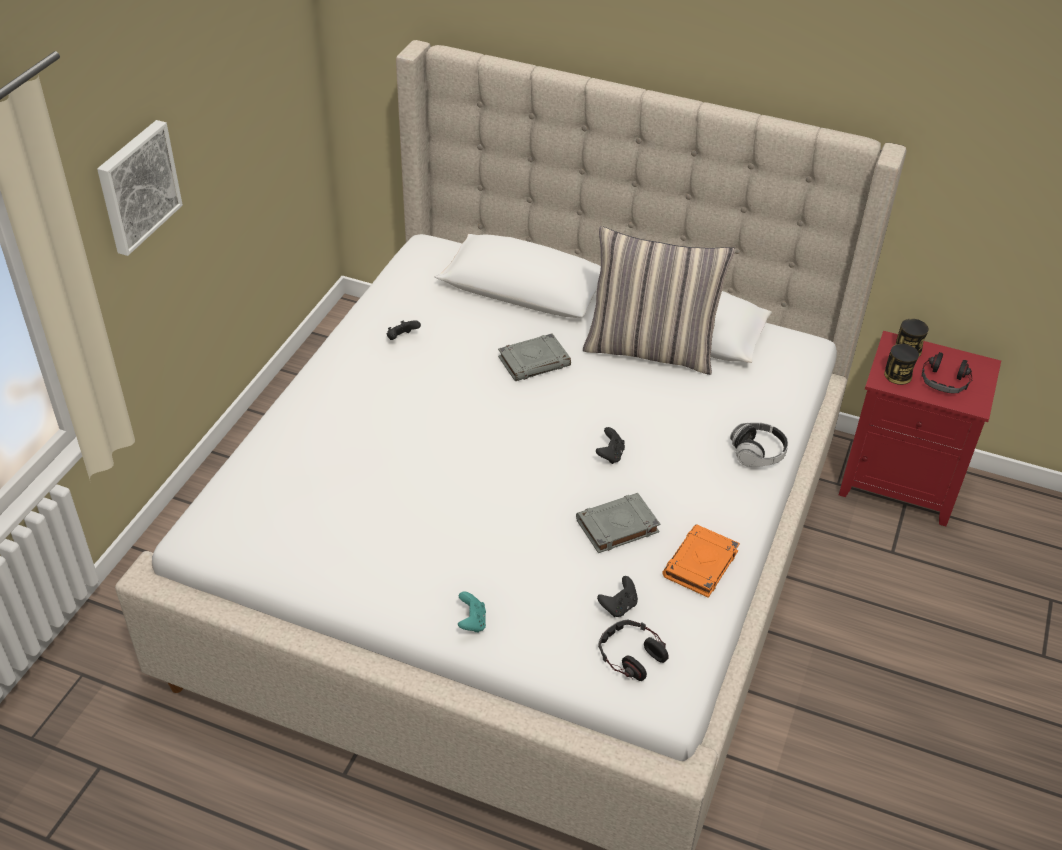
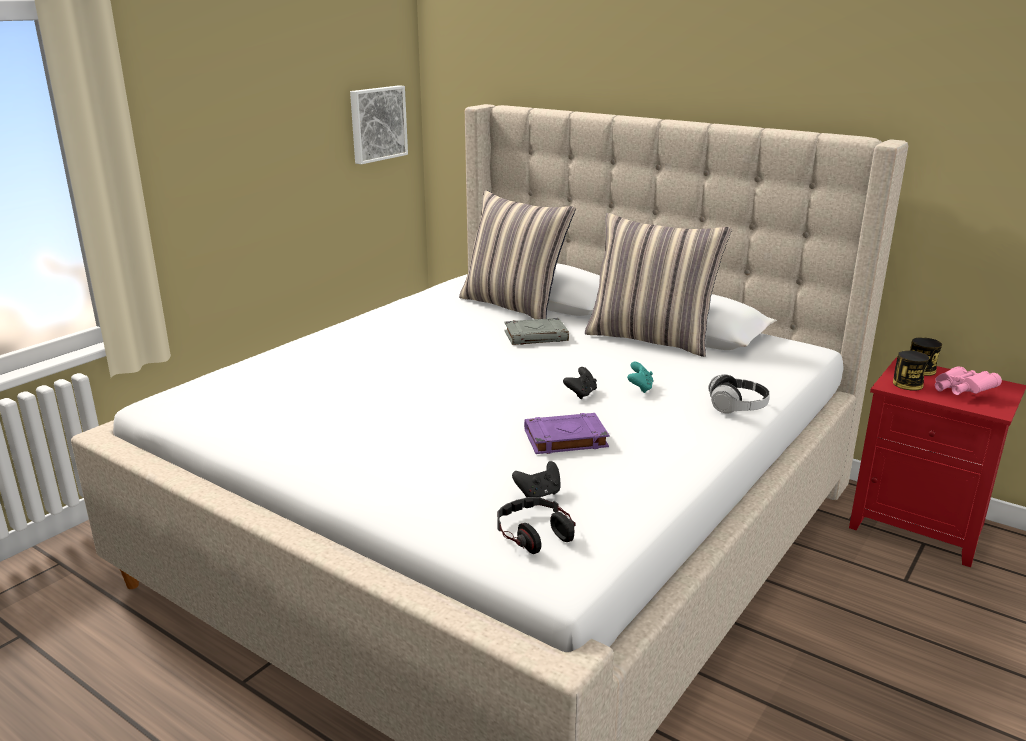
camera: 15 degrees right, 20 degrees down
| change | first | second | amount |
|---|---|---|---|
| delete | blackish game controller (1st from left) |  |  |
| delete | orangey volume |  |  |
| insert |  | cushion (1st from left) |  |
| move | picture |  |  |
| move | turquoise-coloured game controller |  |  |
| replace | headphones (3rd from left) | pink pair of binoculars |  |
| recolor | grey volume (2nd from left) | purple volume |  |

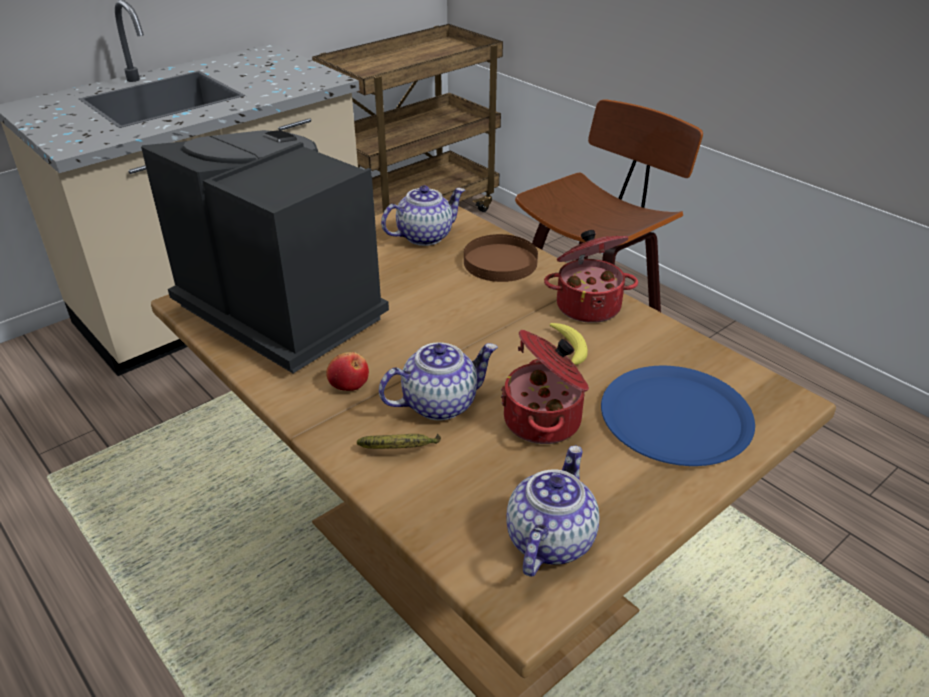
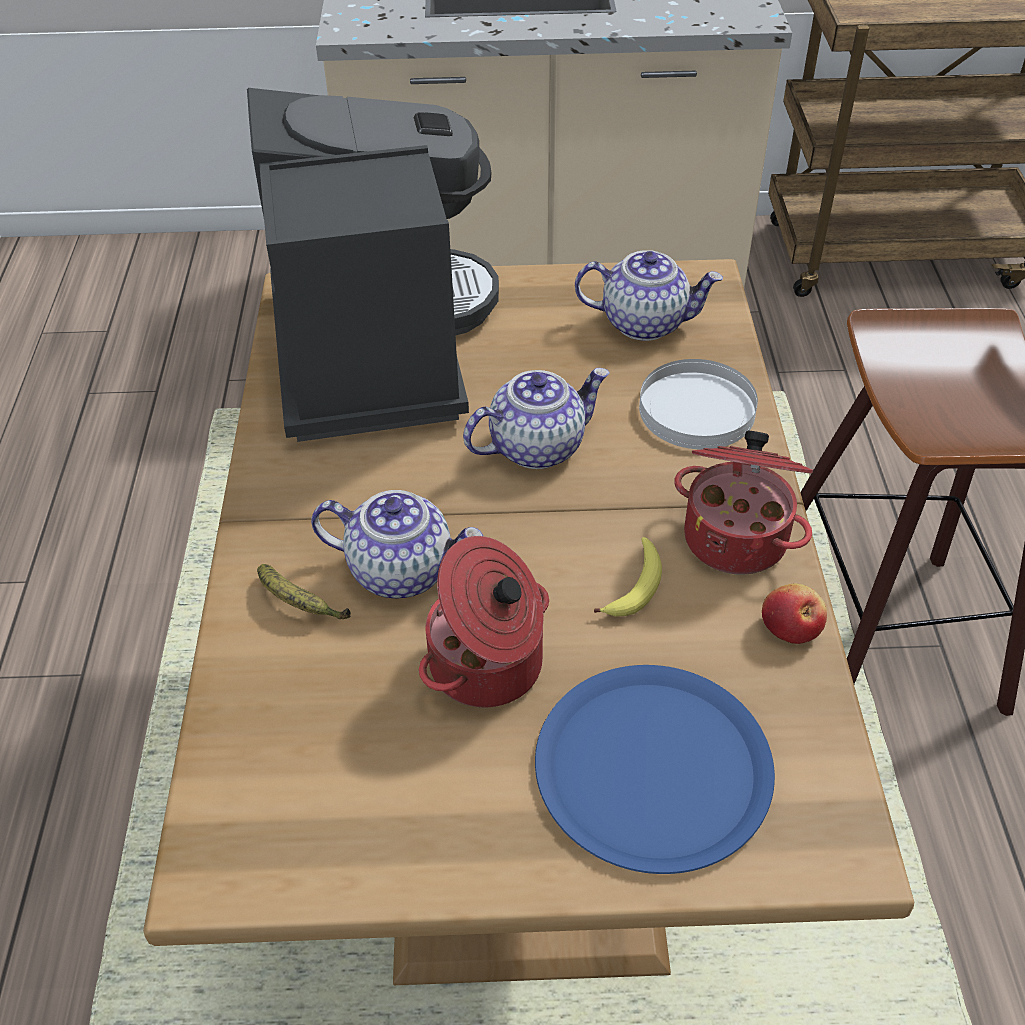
camera: 40 degrees right, 10 degrees up
| change | first | second | amount |
|---|---|---|---|
| move | apple fruit |  |  |
| move | teapot (3rd from left in the first image) | teapot (2nd from left) |  |
| recolor | brown dinner plate | whitish dinner plate |  |

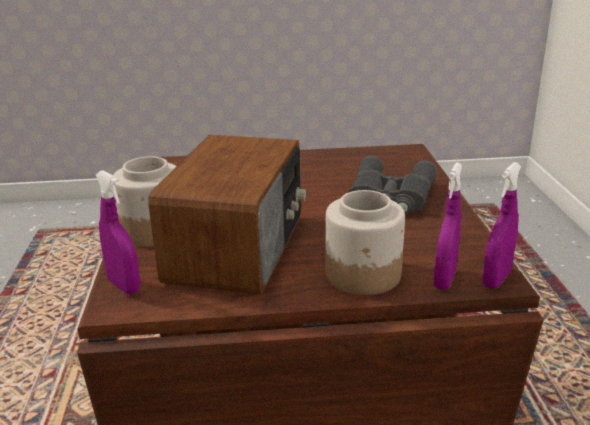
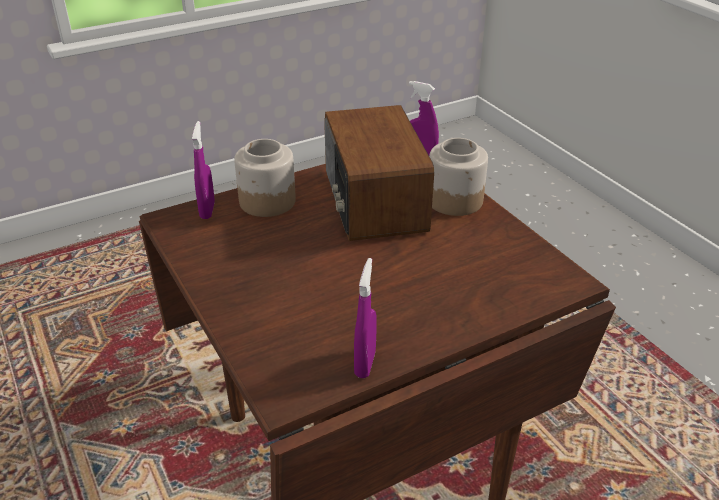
camera: 155 degrees right, 10 degrees up
| change | first | second | amount |
|---|---|---|---|
| delete | grey pair of binoculars |  |  |
| move | purple spray bottle (3rd from left in the first image) | purple spray bottle (2nd from left) |  |

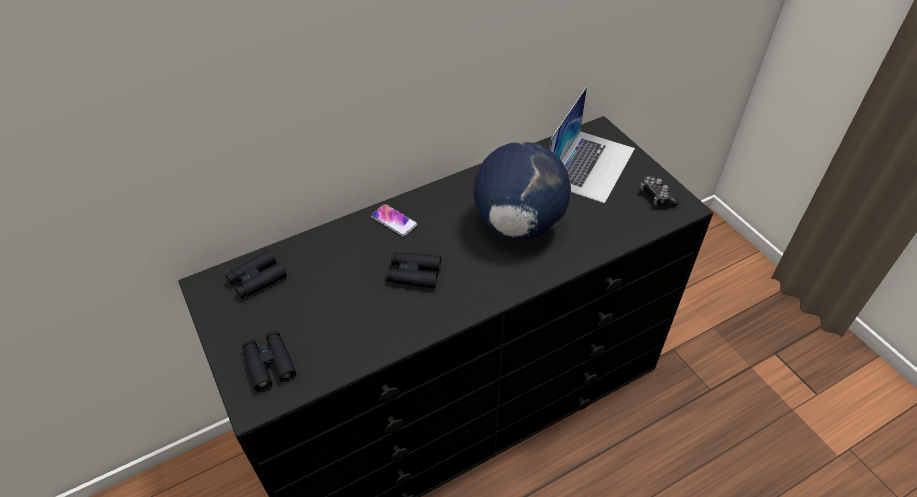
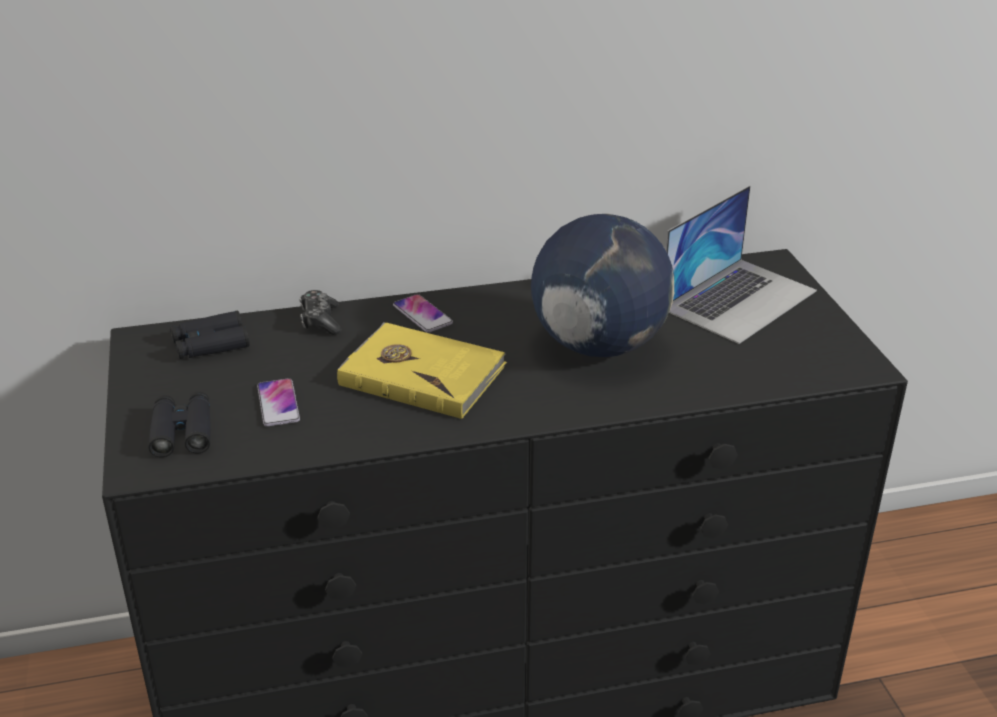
camera: 15 degrees right, 15 degrees down
| change | first | second | amount |
|---|---|---|---|
| insert |  | handset (1st from left) |  |
| move | game controller |  |  |
| replace | blackish pair of binoculars (3rd from left) | yellow volume |  |

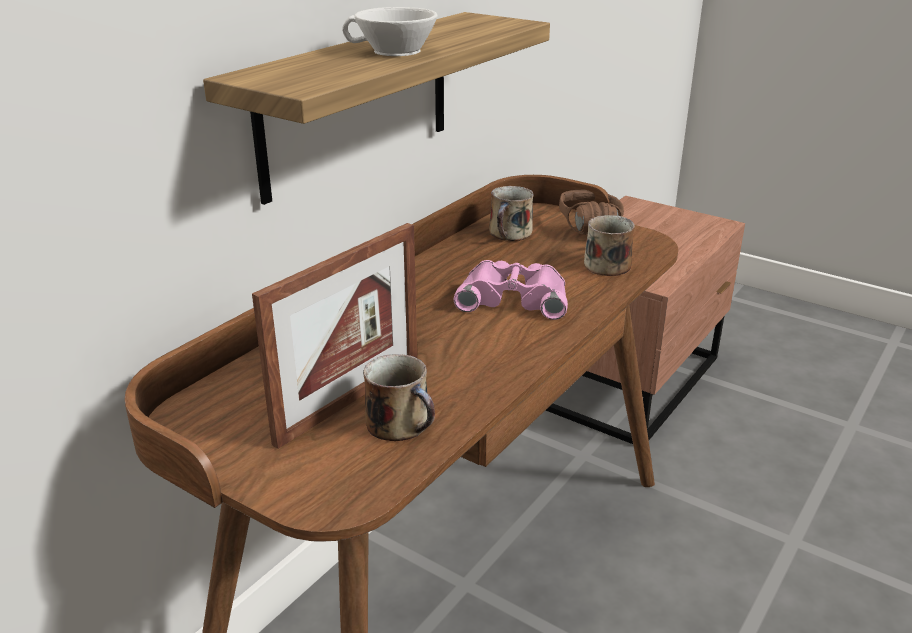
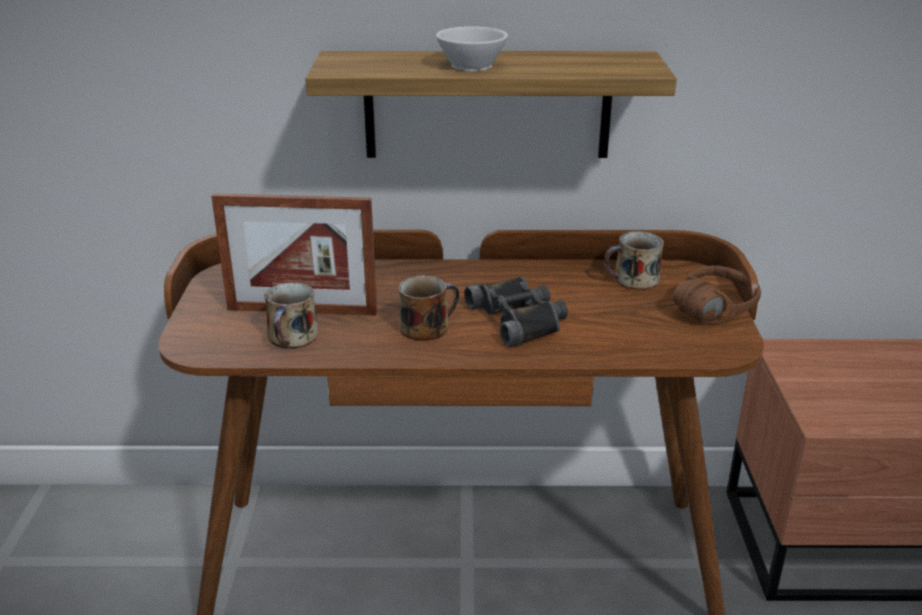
camera: 55 degrees right, 0 degrees up
| change | first | second | amount |
|---|---|---|---|
| move | coffee mug (3rd from left in the first image) | coffee mug (2nd from left) |  |
| recolor | pink pair of binoculars | blackish pair of binoculars |  |

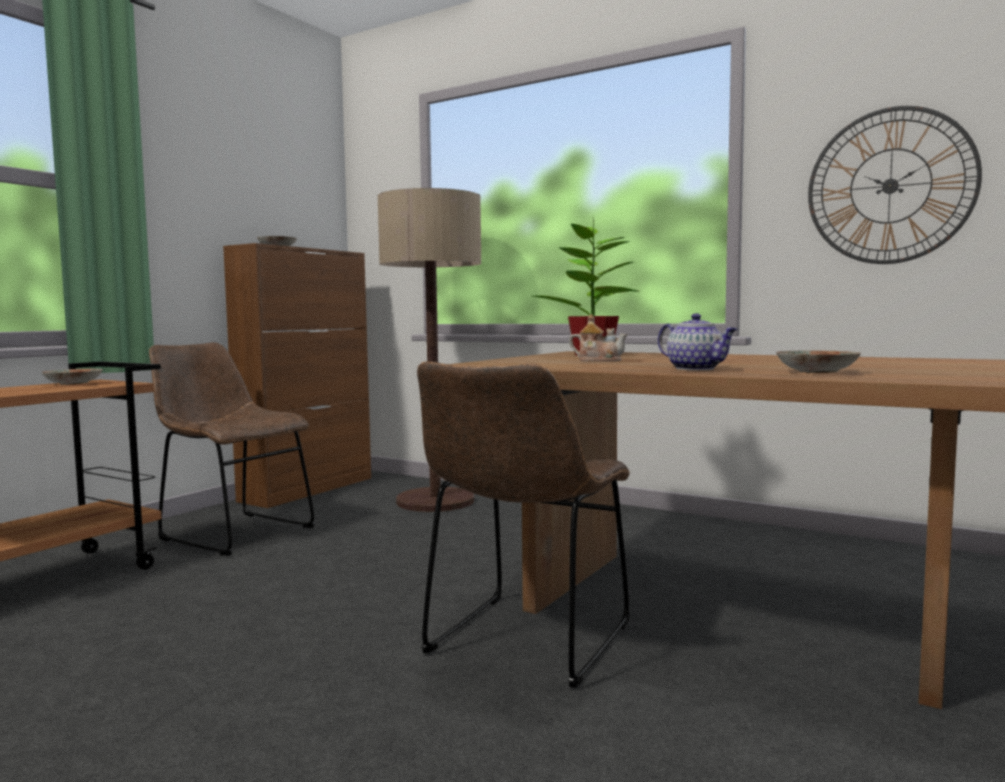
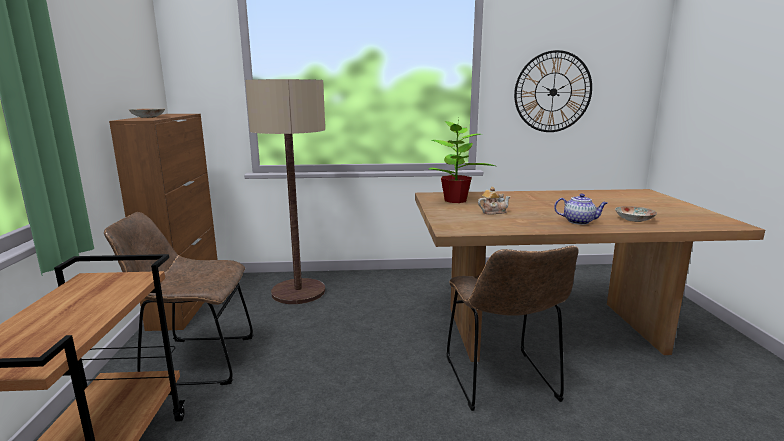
camera: 35 degrees left, 10 degrees up
| change | first | second | amount |
|---|---|---|---|
| delete | dinner plate (1st from left) |  |  |

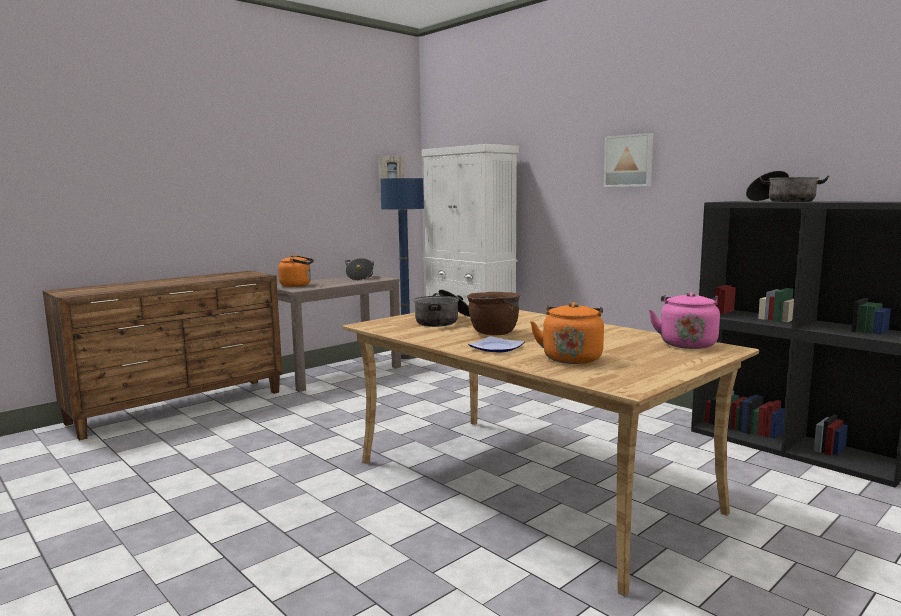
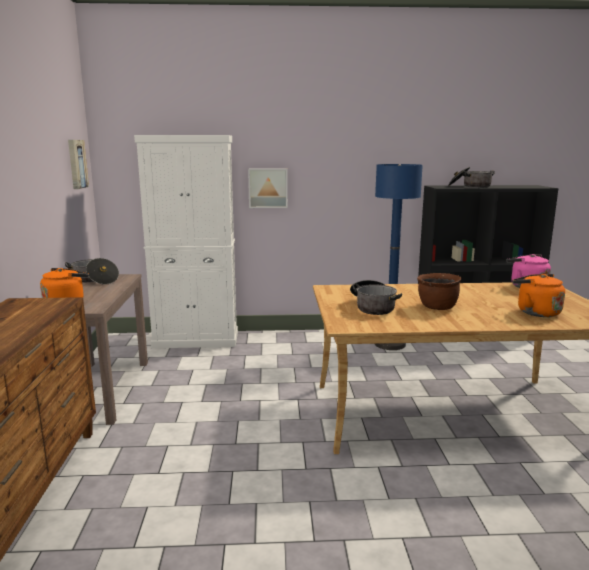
camera: 50 degrees left, 5 degrees up
| change | first | second | amount |
|---|---|---|---|
| delete | dinner plate |  |  |
| move | bluish floor lamp |  |  |
| move | picture (2nd from left) |  |  |

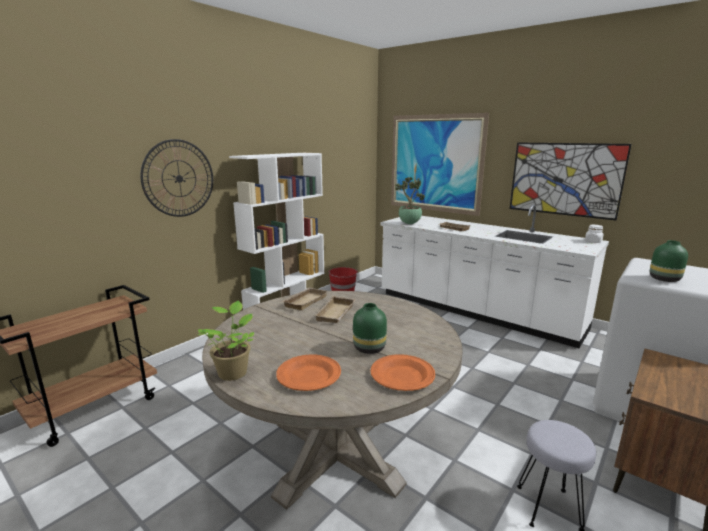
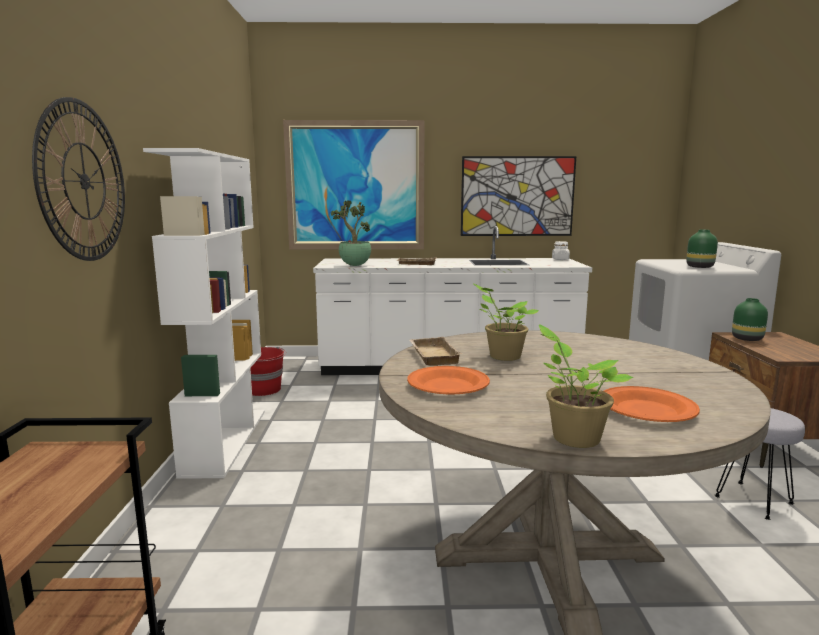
camera: 40 degrees left, 5 degrees down
| change | first | second | amount |
|---|---|---|---|
| move | green-coloured decorative vase (1st from left in the first image) | green-coloured decorative vase (2nd from left) |  |
| move | orangey dinner plate (2nd from left in the first image) | orangey dinner plate (1st from left) |  |
| replace | beige tray (2nd from left) | houseplant (2nd from left) |  |

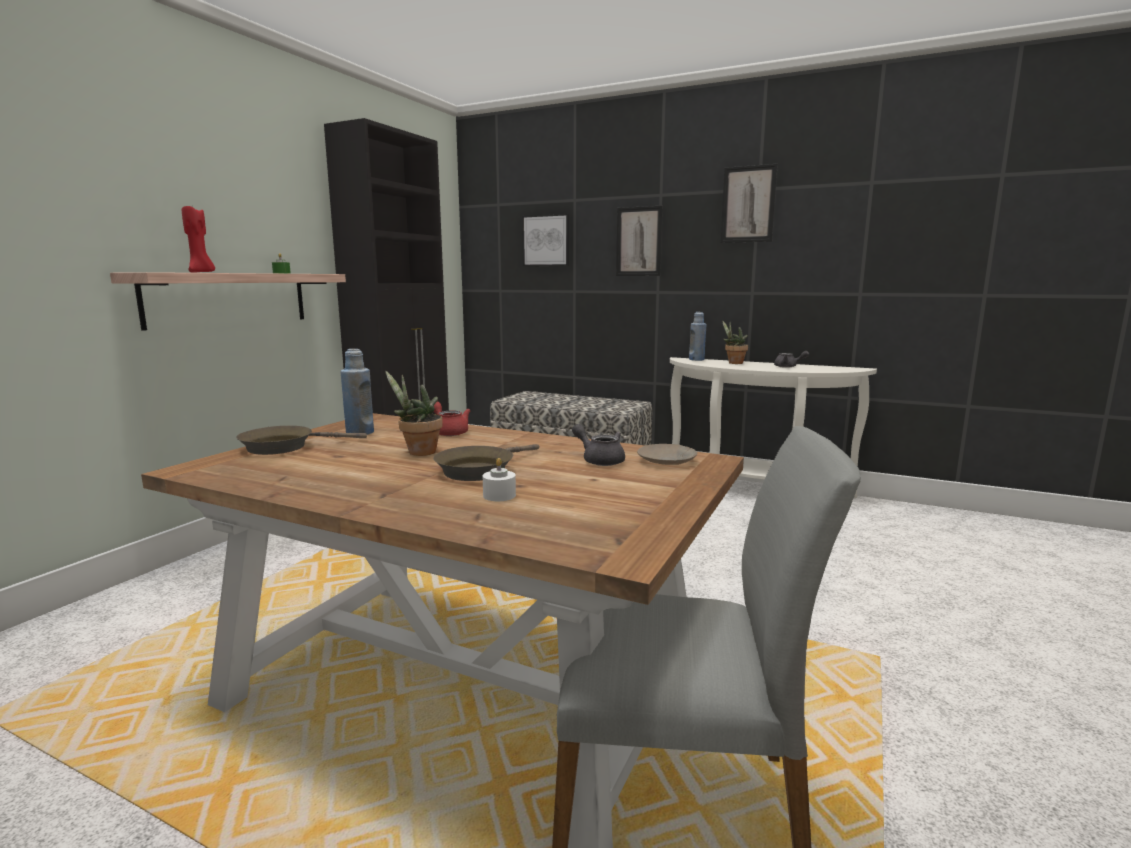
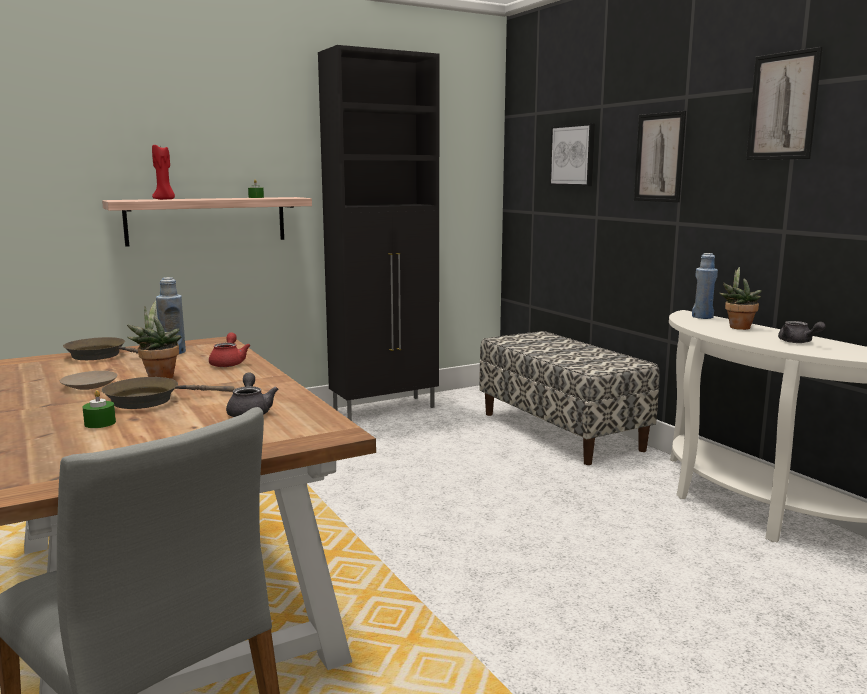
camera: 35 degrees right, 0 degrees up
| change | first | second | amount |
|---|---|---|---|
| move | beige dinner plate |  |  |
| recolor | whitish wax candle | green-coloured wax candle (1st from left) |  |

